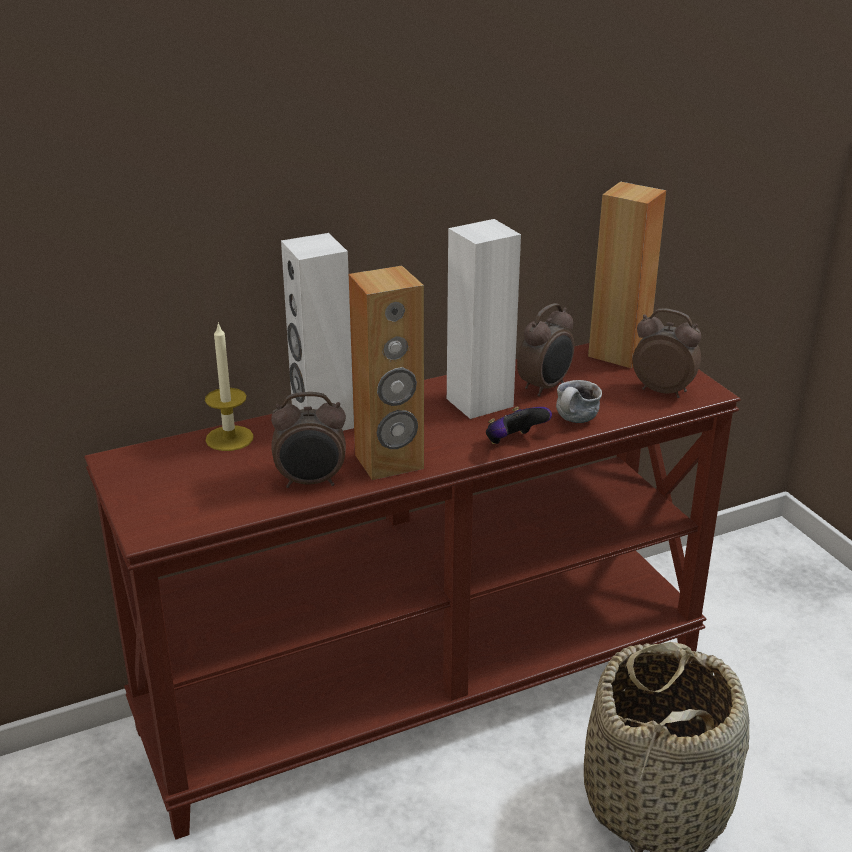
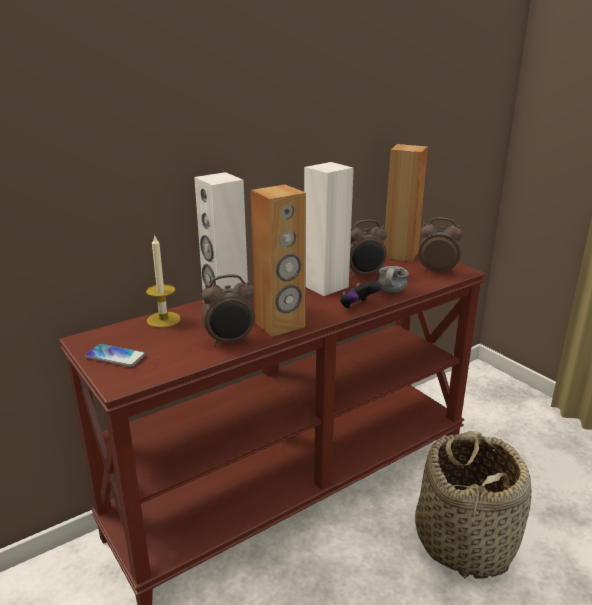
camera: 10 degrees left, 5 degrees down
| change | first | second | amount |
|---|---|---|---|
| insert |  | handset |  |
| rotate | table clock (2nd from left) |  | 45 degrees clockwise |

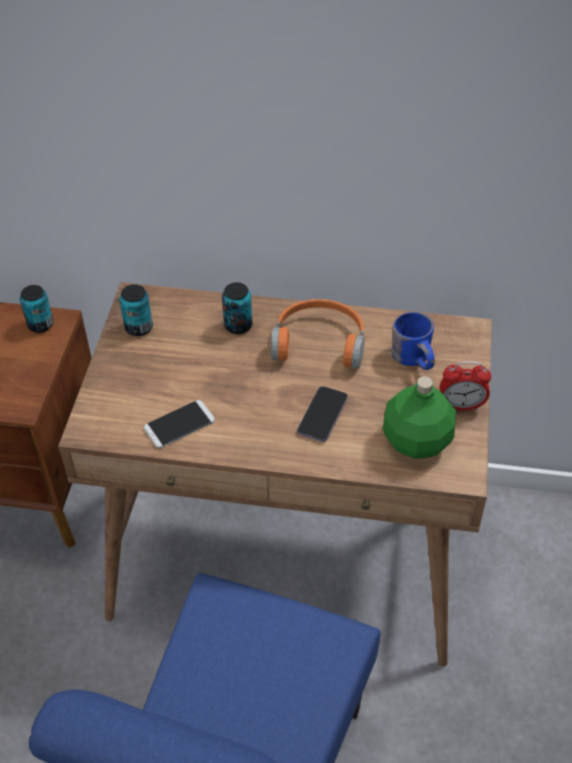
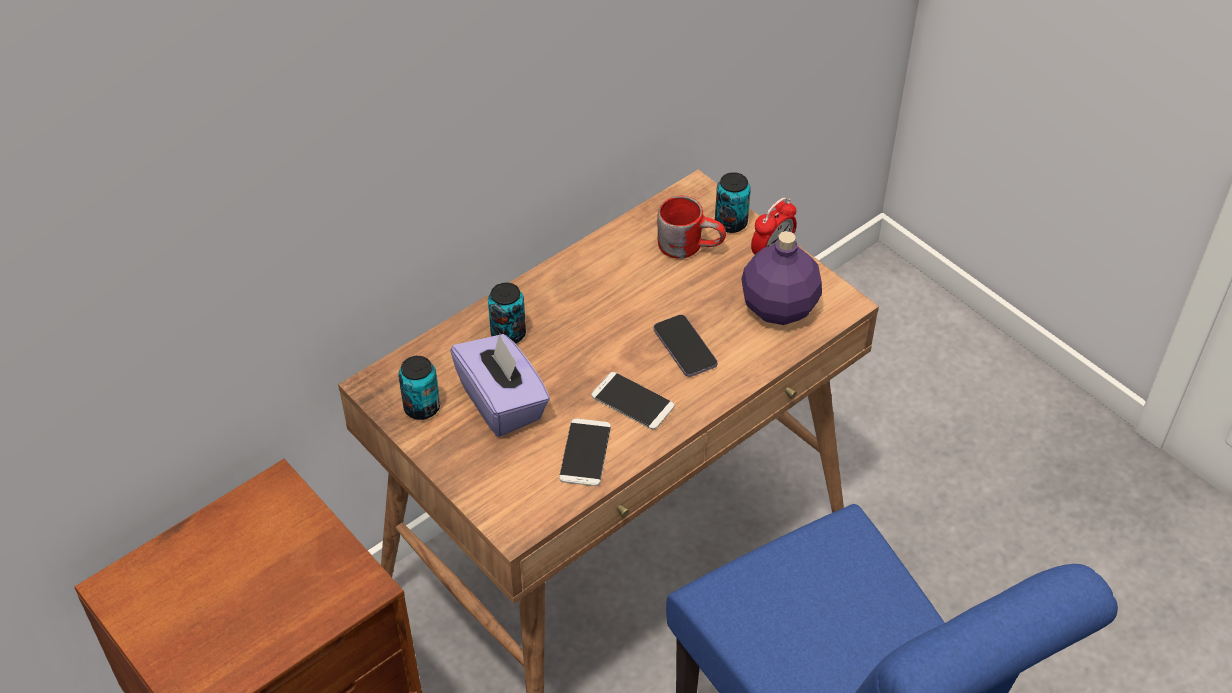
camera: 50 degrees left, 0 degrees up
| change | first | second | amount |
|---|---|---|---|
| delete | orangey headphones |  |  |
| insert |  | purple box of tissues |  |
| insert |  | handset (2nd from left) |  |
| move | metal can (1st from left in the first image) | metal can (3rd from left) |  |
| recolor | green-coloured beverage bottle | purple beverage bottle |  |
| recolor | bluish coffee mug | reddish coffee mug |  |

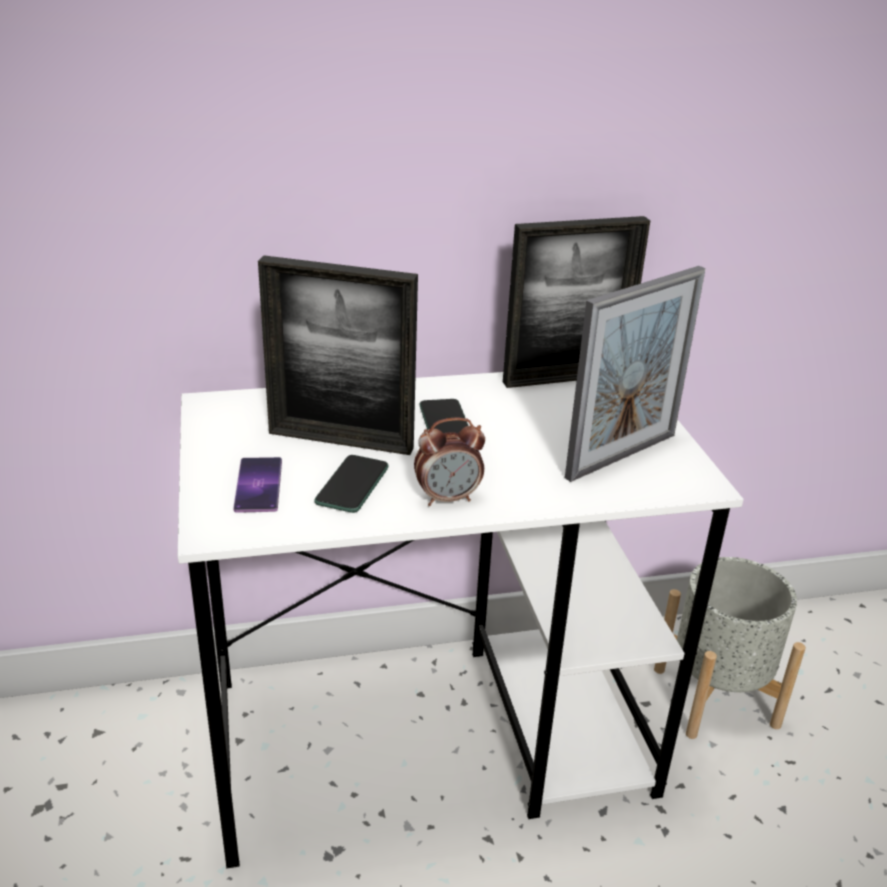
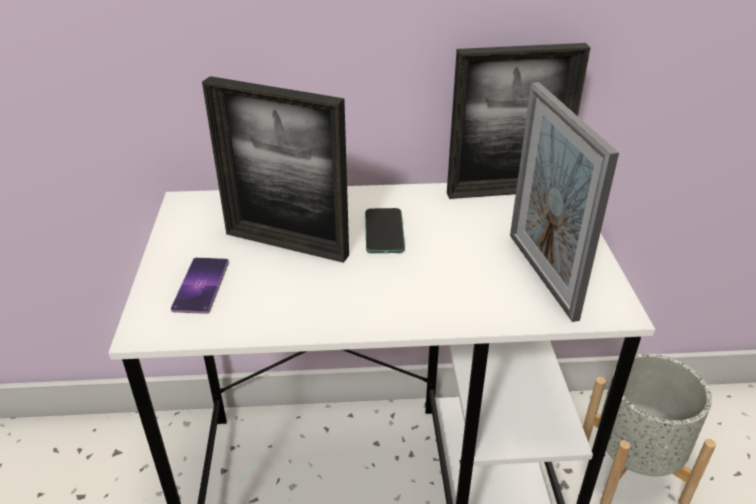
camera: 10 degrees right, 5 degrees up
| change | first | second | amount |
|---|---|---|---|
| delete | handset (2nd from left) |  |  |
| delete | table clock |  |  |
| rotate | picture frame (3rd from left) |  | 105 degrees clockwise |

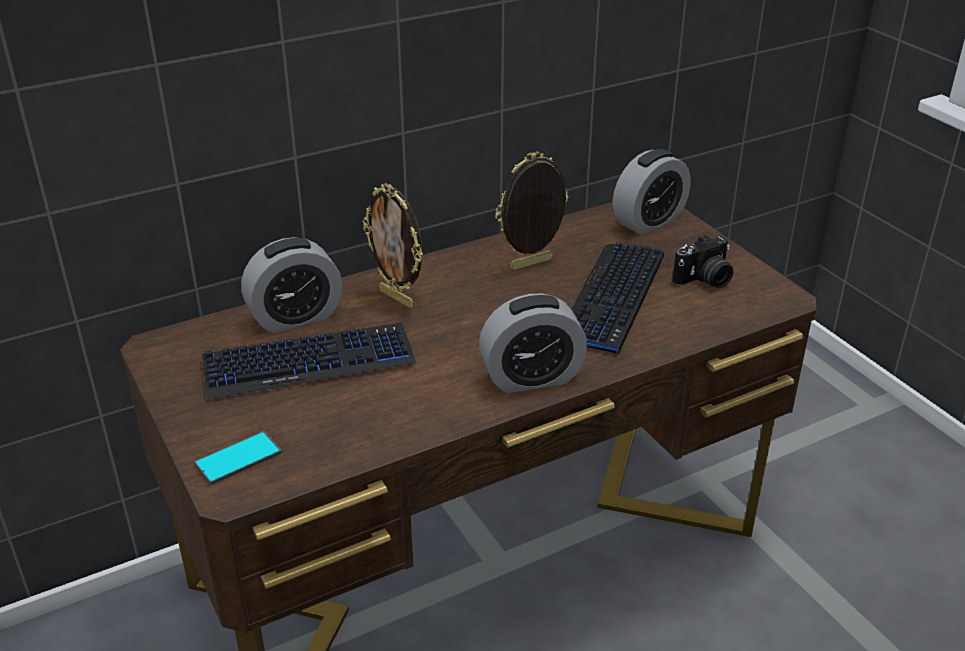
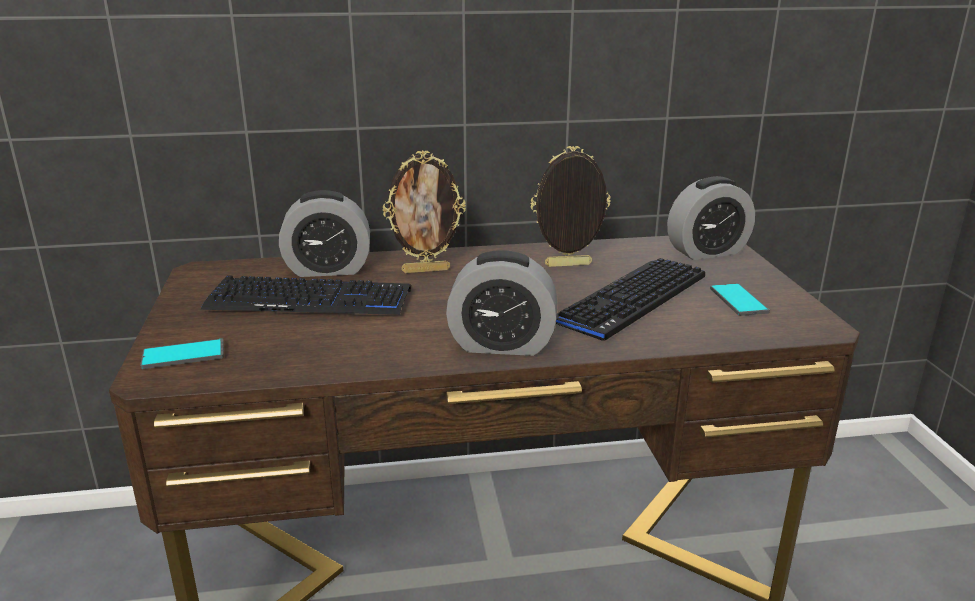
camera: 20 degrees right, 10 degrees down
| change | first | second | amount |
|---|---|---|---|
| replace | photo camera | handset (2nd from left) |  |
| rotate | picture frame (1st from left) |  | 75 degrees counterclockwise |

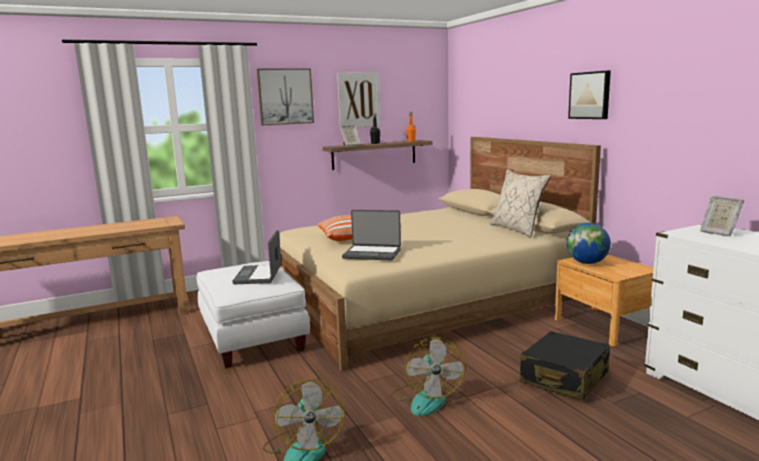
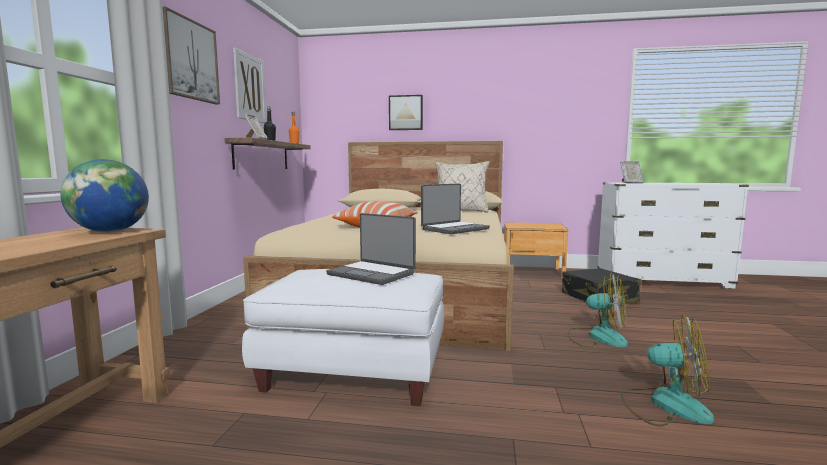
camera: 55 degrees left, 5 degrees down
| change | first | second | amount |
|---|---|---|---|
| move | world globe |  |  |
| move | picture (3rd from left) |  |  |

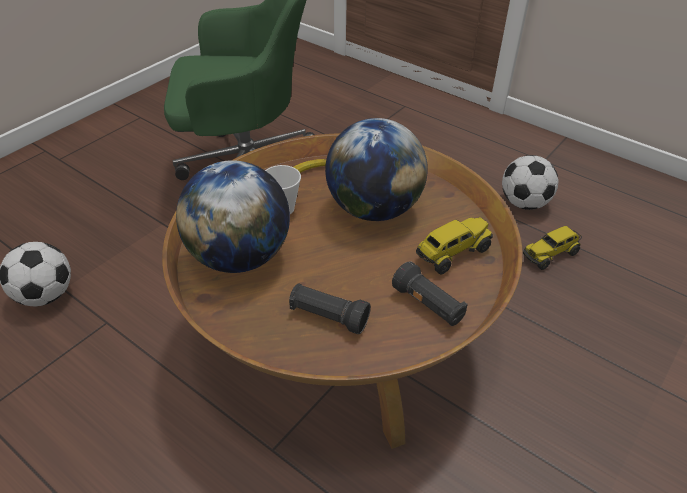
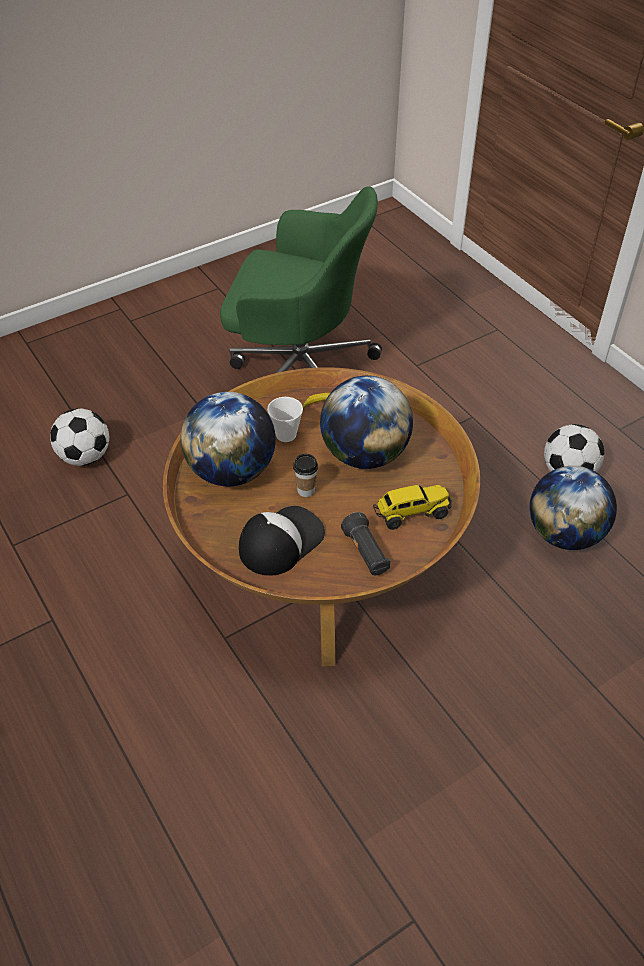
camera: 20 degrees right, 5 degrees up
| change | first | second | amount |
|---|---|---|---|
| insert |  | small cup (2nd from left) |  |
| replace | blackish torch (1st from left) | peaked cap |  |
| replace | toy truck (2nd from left) | world globe (3rd from left) |  |

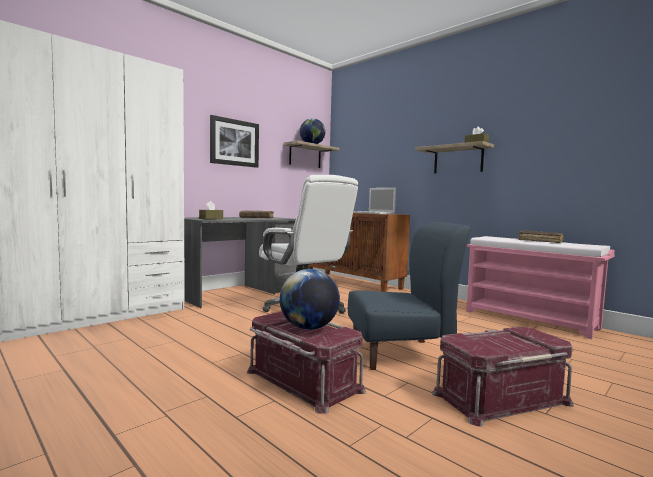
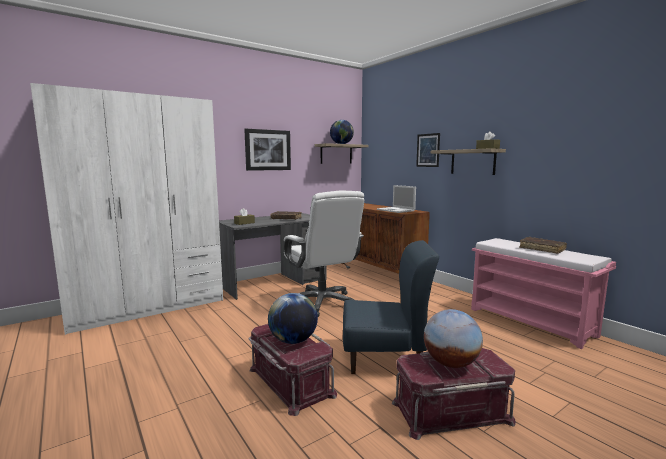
camera: 10 degrees right, 5 degrees up
| change | first | second | amount |
|---|---|---|---|
| insert |  | picture (2nd from left) |  |
| insert |  | world globe (3rd from left) |  |

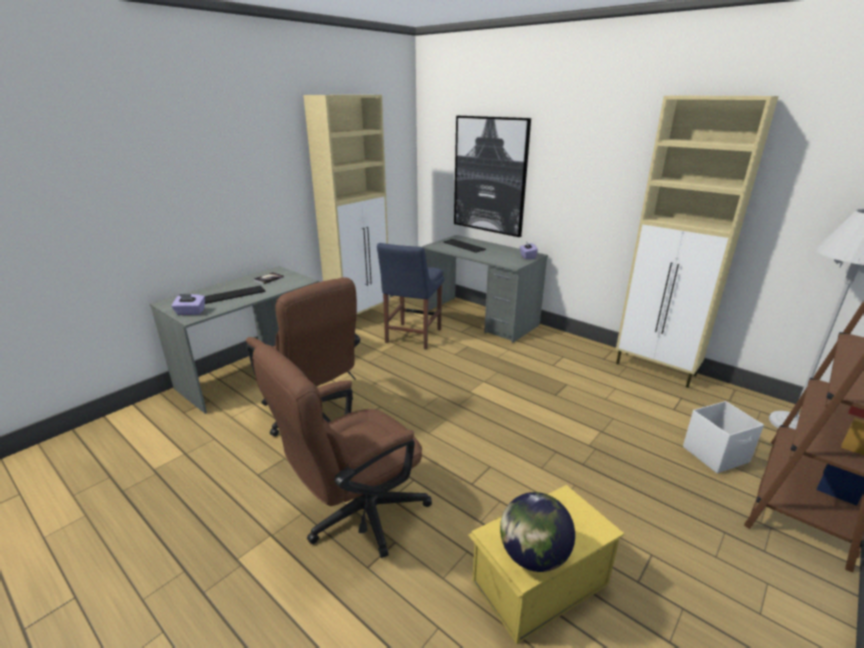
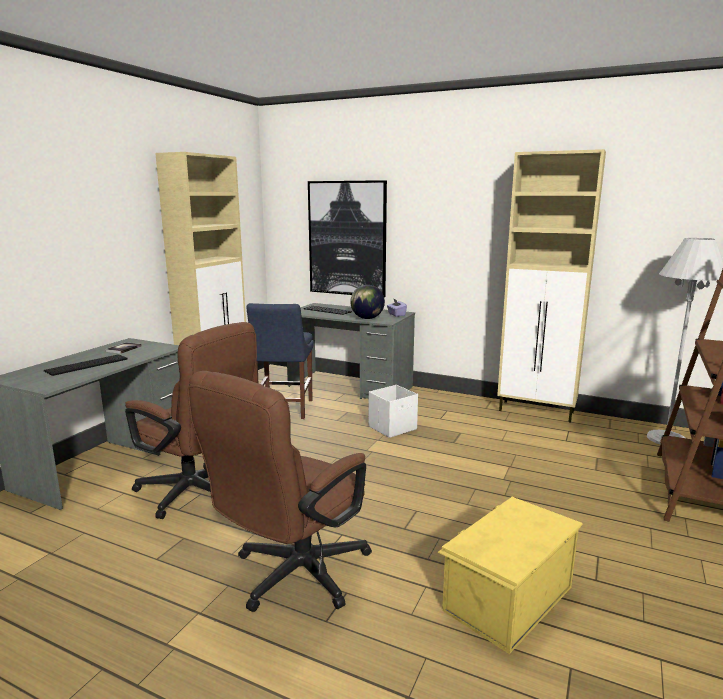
camera: 15 degrees left, 10 degrees down
| change | first | second | amount |
|---|---|---|---|
| delete | purple box of tissues (1st from left) |  |  |
| move | world globe |  |  |
| move | whitish storage container |  |  |

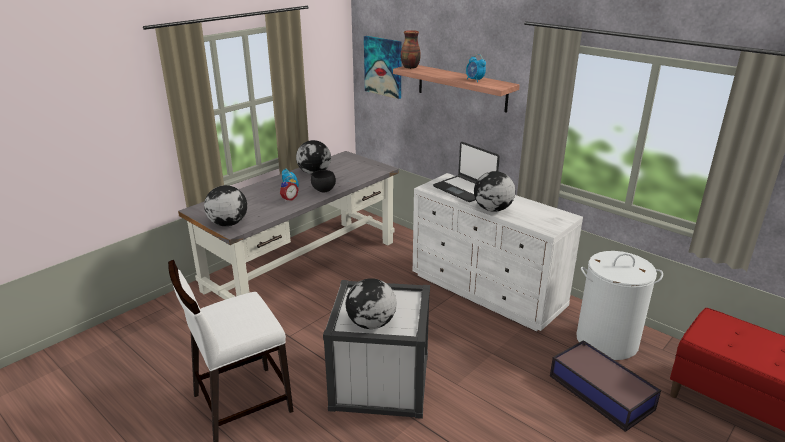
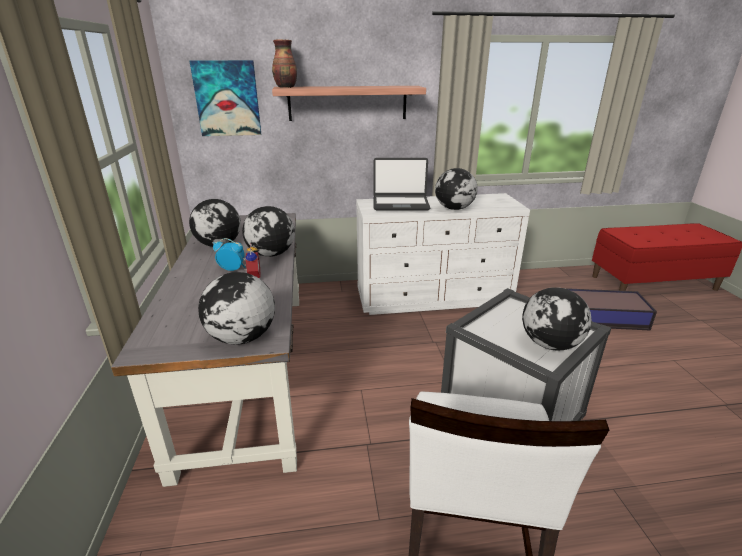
camera: 50 degrees left, 0 degrees up
| change | first | second | amount |
|---|---|---|---|
| delete | table clock (3rd from left) |  |  |
| delete | whitish laundry basket |  |  |
| replace | blackish bowl | world globe (3rd from left) |  |

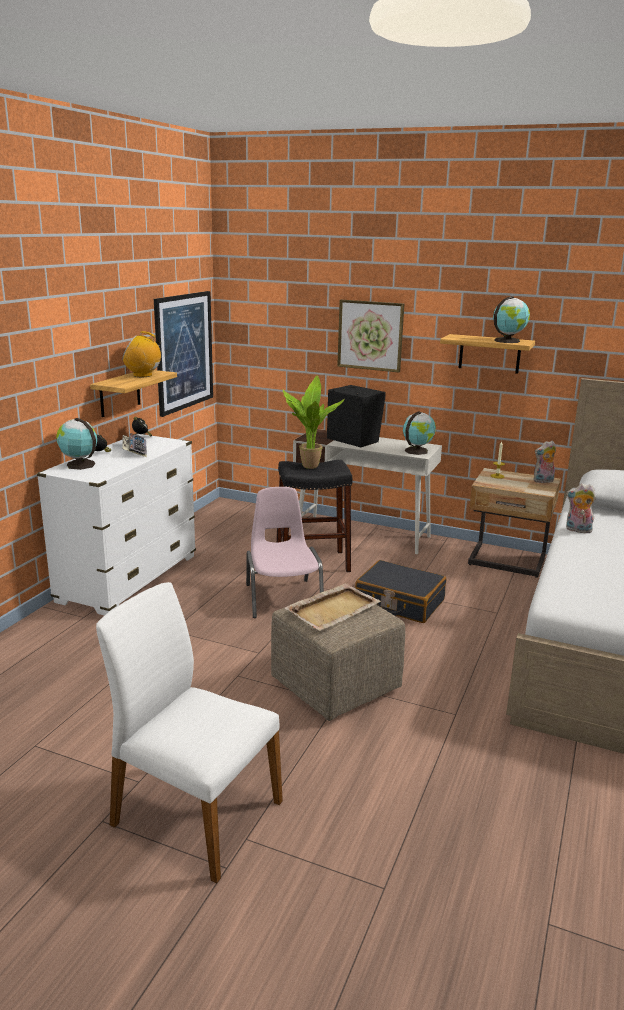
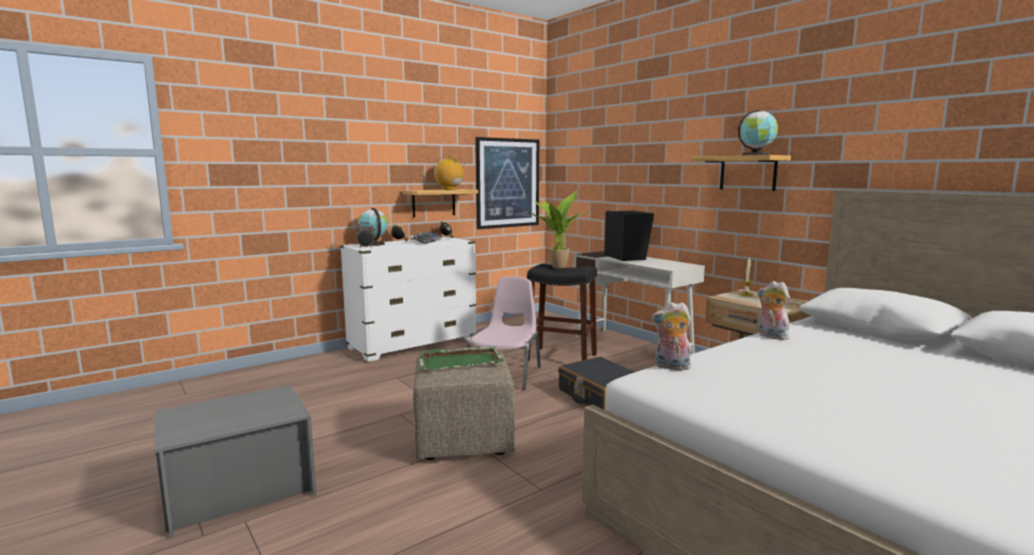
camera: 30 degrees right, 10 degrees down
| change | first | second | amount |
|---|---|---|---|
| delete | picture (2nd from left) |  |  |
| delete | world globe (2nd from left) |  |  |
| insert |  | table clock (1st from left) |  |
| move | soft toy (1st from left) |  |  |
| replace | whitish chair | grey storage container |  |
| recolor | beige tray | green-coloured tray |  |

